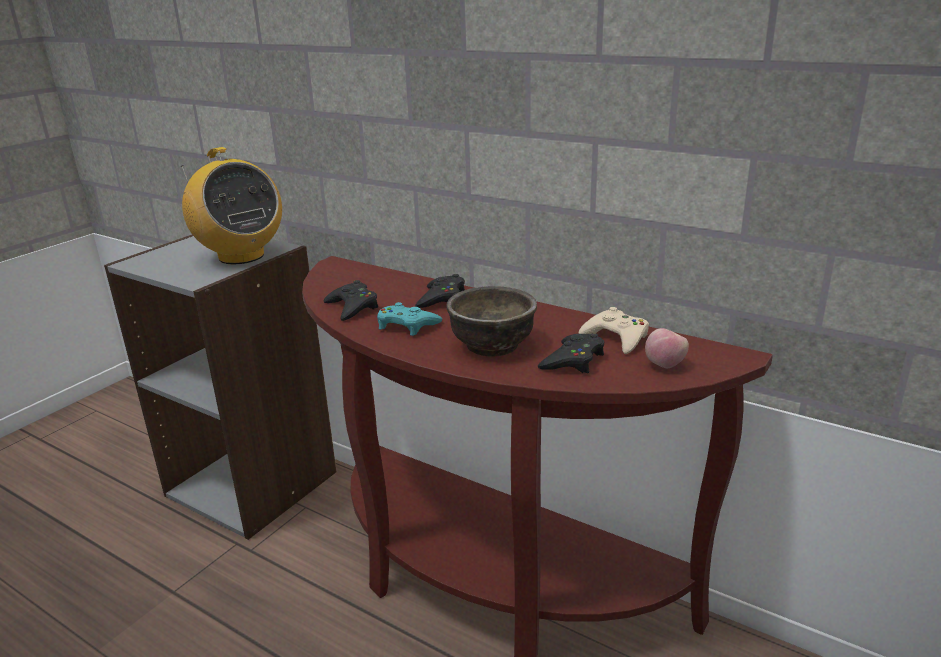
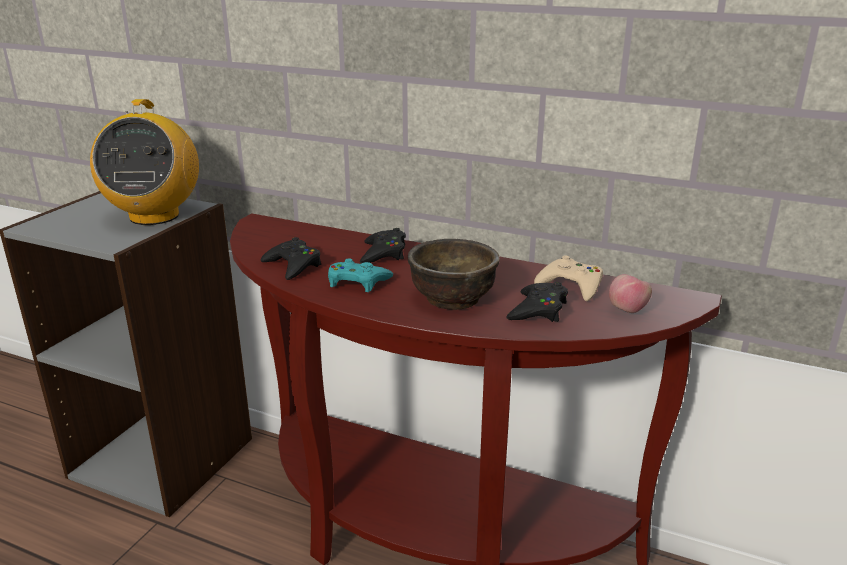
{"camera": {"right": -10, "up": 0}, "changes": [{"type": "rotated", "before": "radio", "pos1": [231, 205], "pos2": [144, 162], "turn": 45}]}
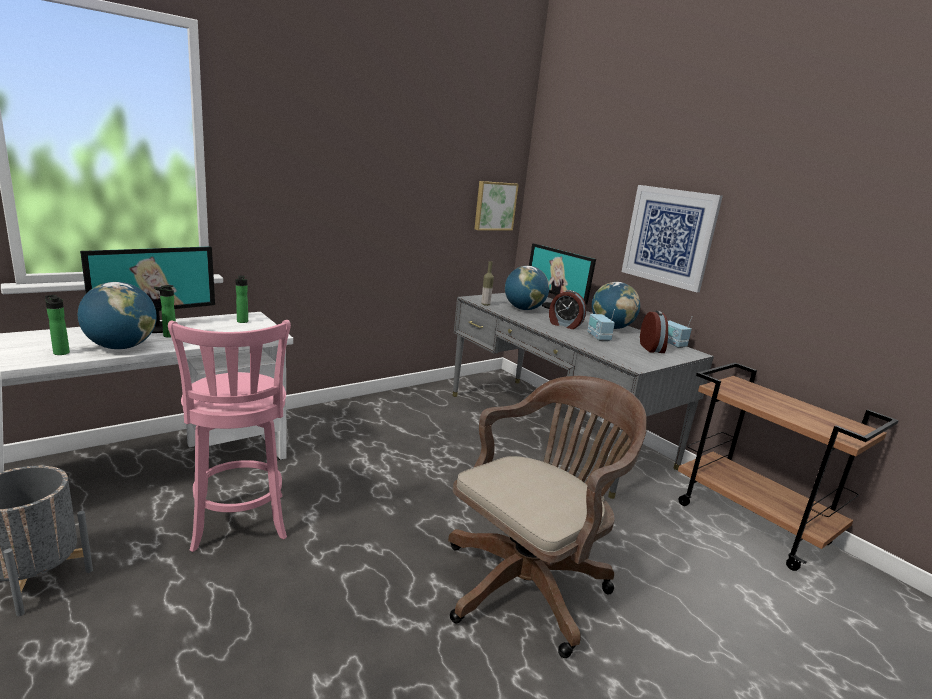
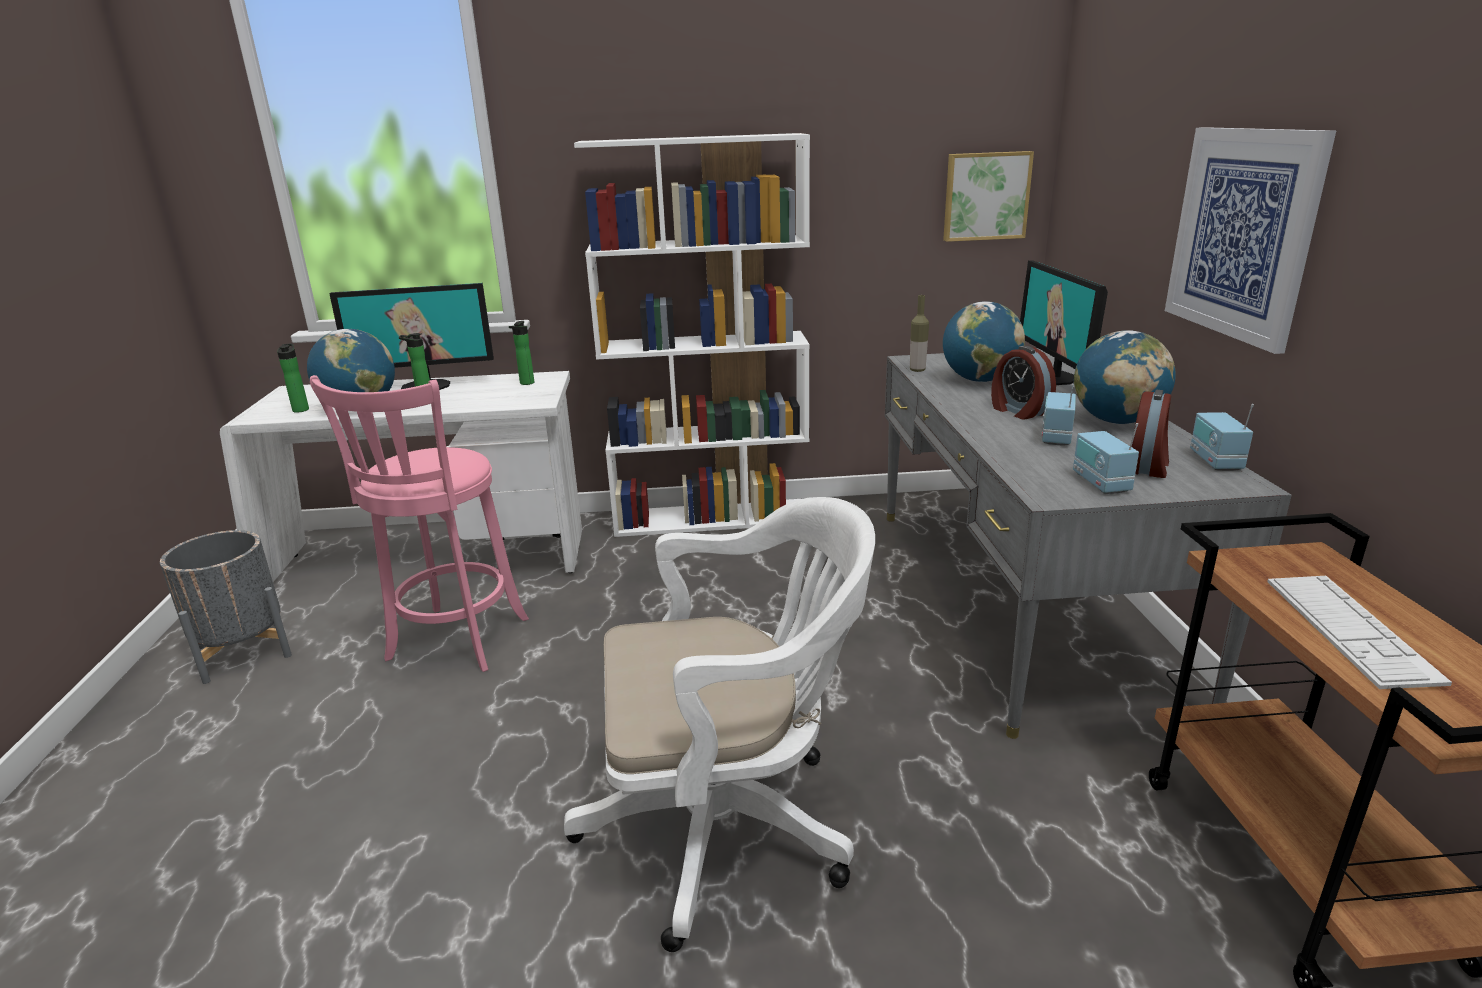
{"camera": {"right": 35, "up": 5}, "changes": [{"type": "repainted", "before": "krzesło biurowe (brązowy)", "after": "krzesło biurowe (biały)", "pos1": [547, 517], "pos2": [719, 724]}, {"type": "new", "after": "regał (biały)", "pos2": [692, 335]}, {"type": "new", "after": "radio", "pos2": [1106, 458]}, {"type": "new", "after": "klawiatura", "pos2": [1360, 632]}]}
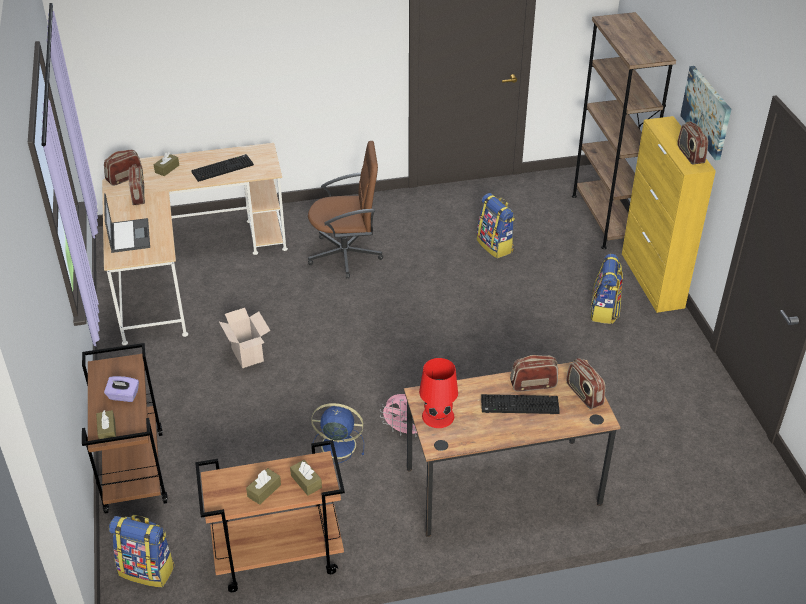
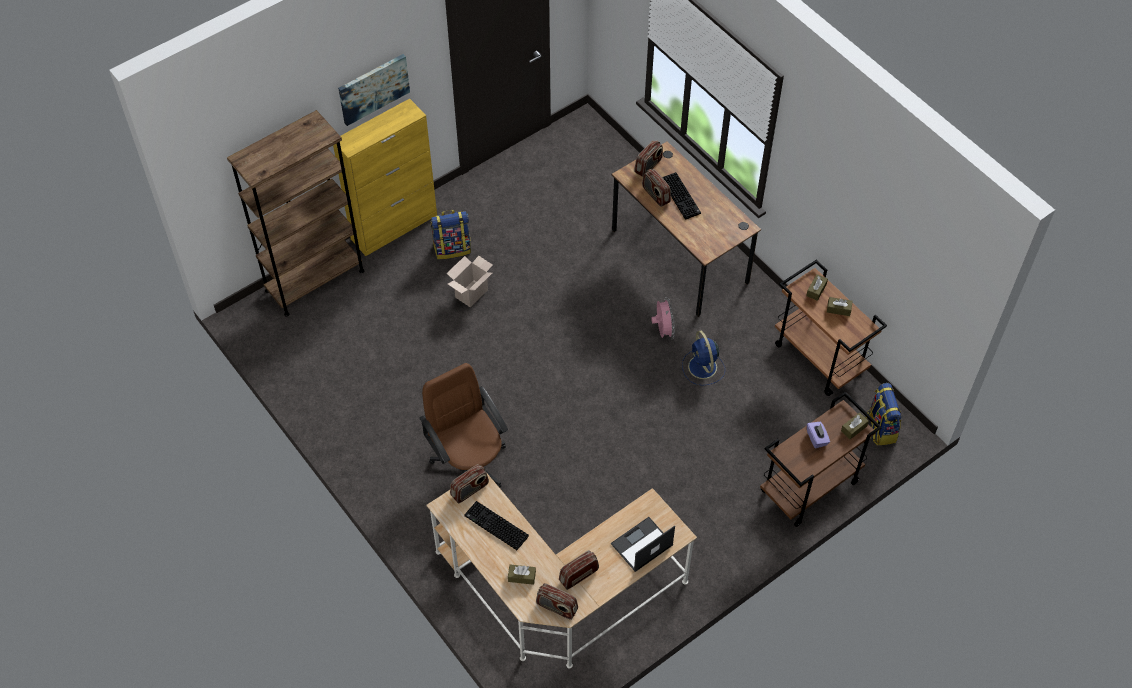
{"camera": {"right": -115, "up": 15}, "changes": [{"type": "shifted", "before": "karton", "pos1": [245, 338], "pos2": [469, 281]}, {"type": "gone", "before": "lampa stołowa (czerwony)", "pos1": [438, 393]}, {"type": "gone", "before": "plecak", "pos1": [496, 225]}, {"type": "shifted", "before": "radio", "pos1": [692, 143], "pos2": [469, 483]}]}
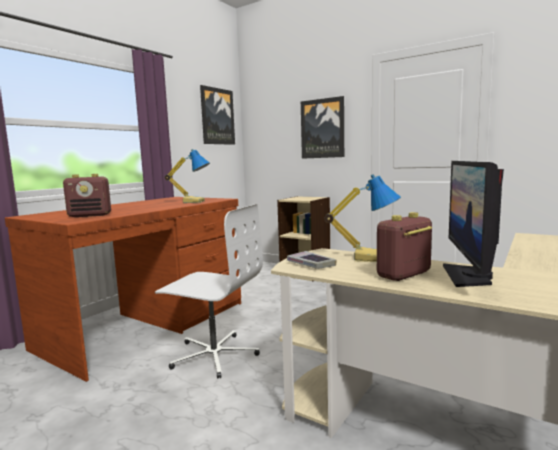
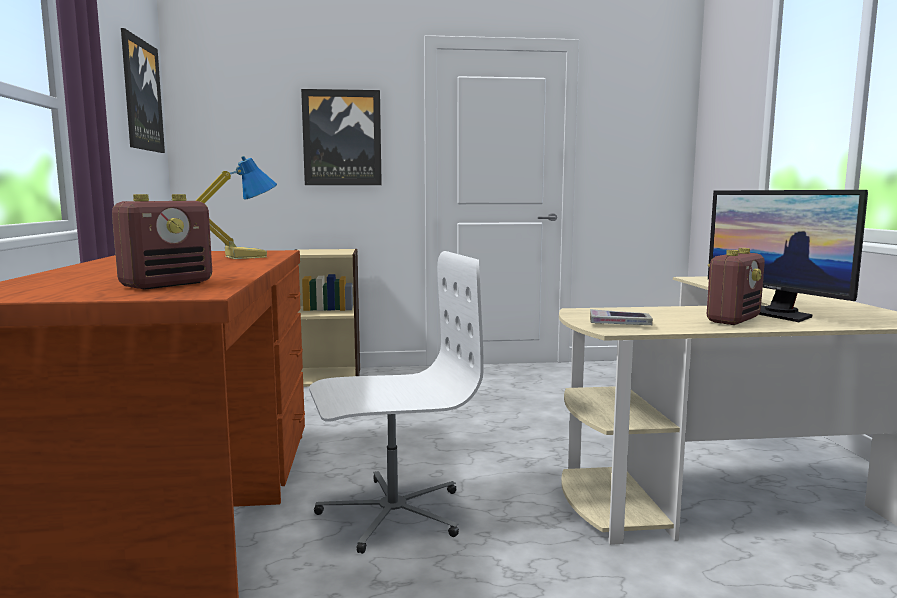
{"camera": {"right": -40, "up": 0}, "changes": [{"type": "gone", "before": "lampa stołowa", "pos1": [362, 218]}, {"type": "rotated", "before": "radio", "pos1": [404, 246], "pos2": [736, 286], "turn": -150}]}
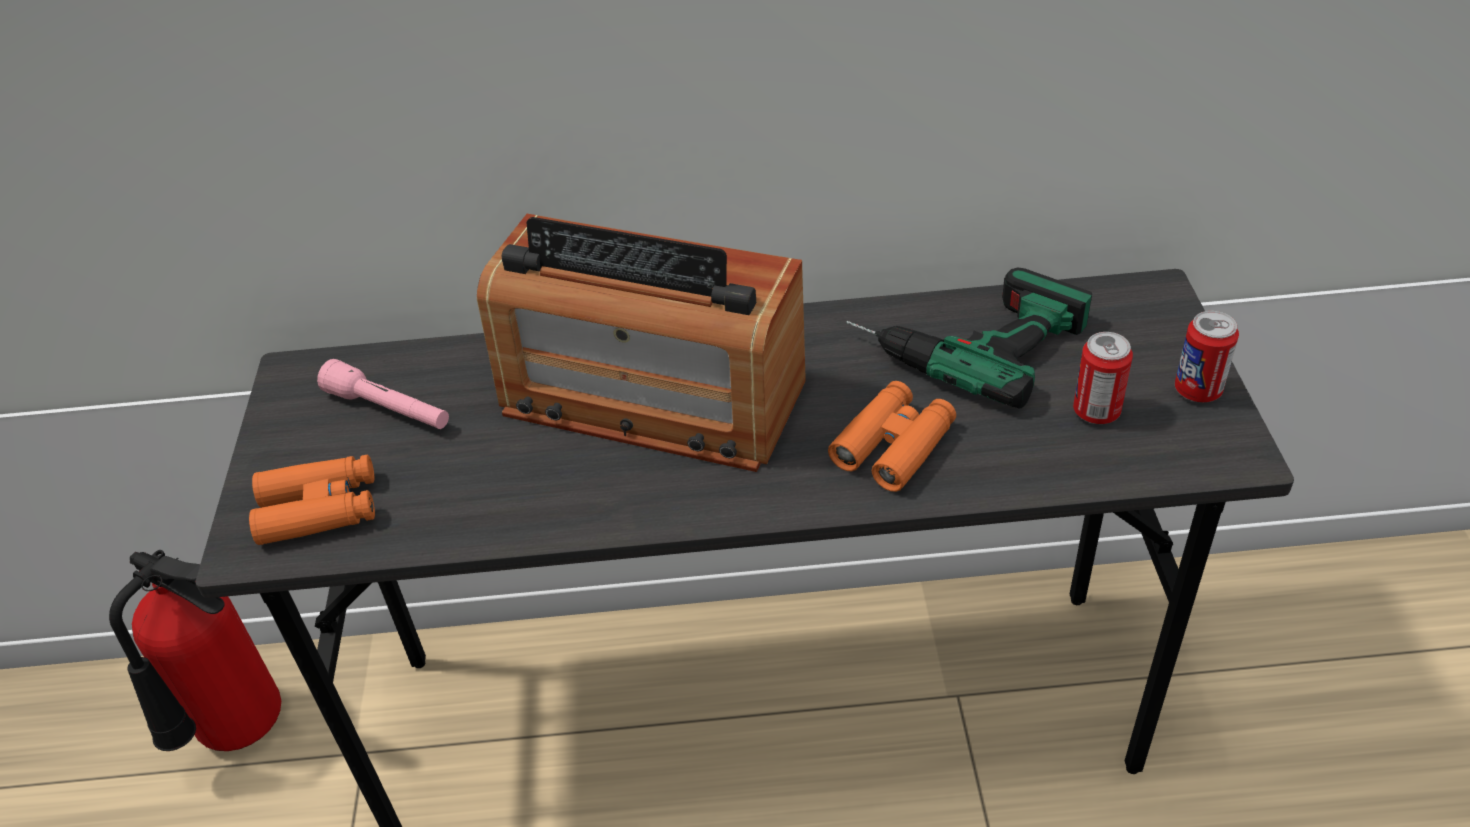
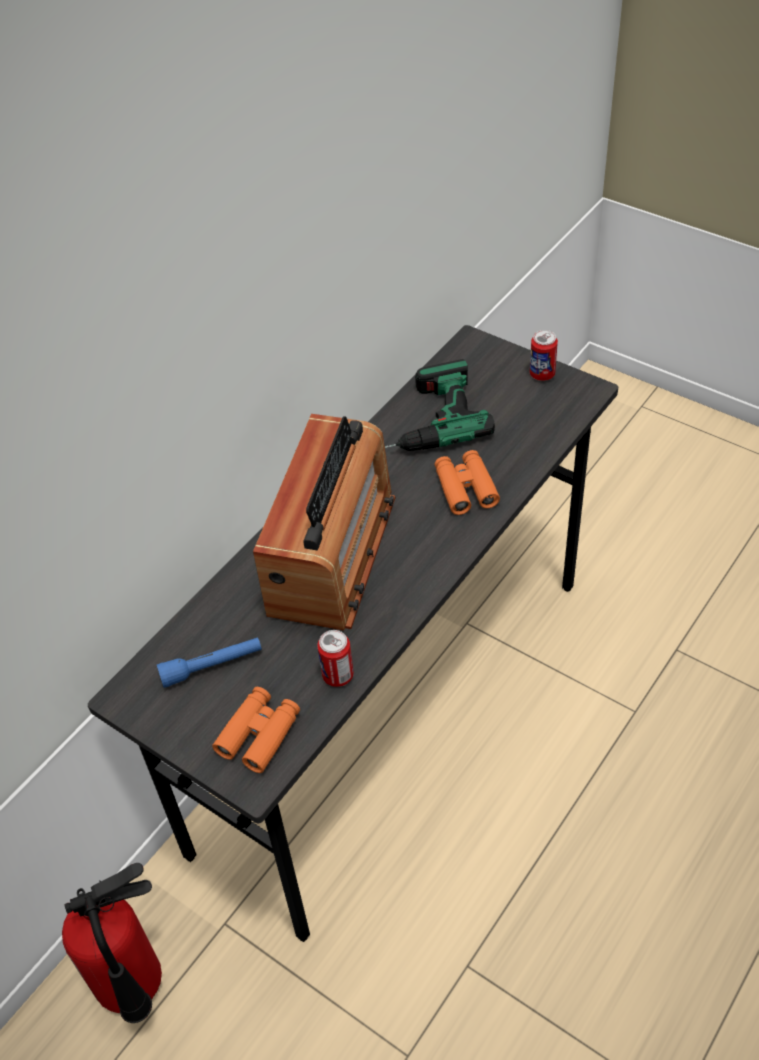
{"camera": {"right": -50, "up": 5}, "changes": [{"type": "repainted", "before": "latarka (różowy)", "after": "latarka (niebieski)", "pos1": [383, 394], "pos2": [209, 662]}, {"type": "rotated", "before": "radio", "pos1": [641, 343], "pos2": [324, 522], "turn": -45}, {"type": "shifted", "before": "puszka", "pos1": [1103, 378], "pos2": [335, 658]}]}
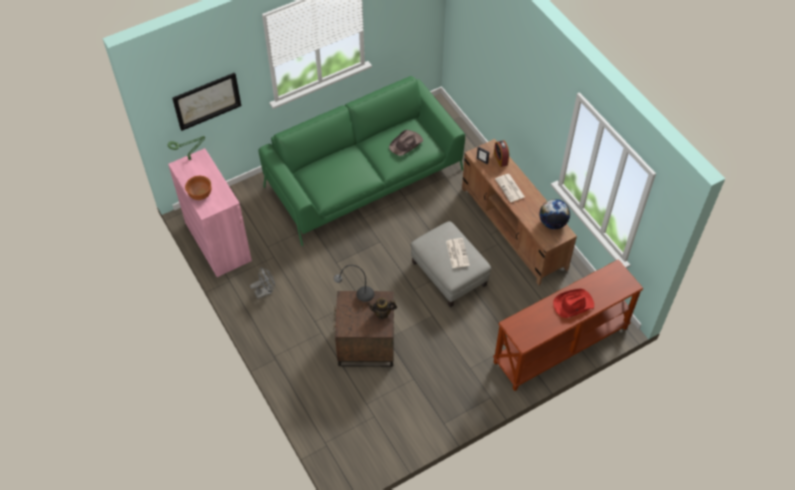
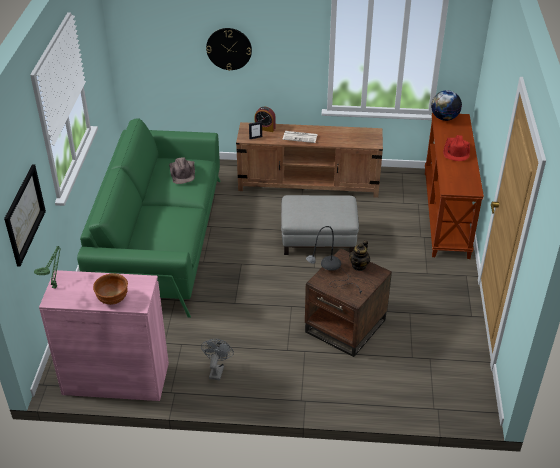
{"camera": {"right": -55, "up": -15}, "changes": [{"type": "gone", "before": "gazeta", "pos1": [457, 253]}, {"type": "shifted", "before": "globus", "pos1": [554, 214], "pos2": [446, 105]}, {"type": "new", "after": "zegar ścienny", "pos2": [229, 49]}]}
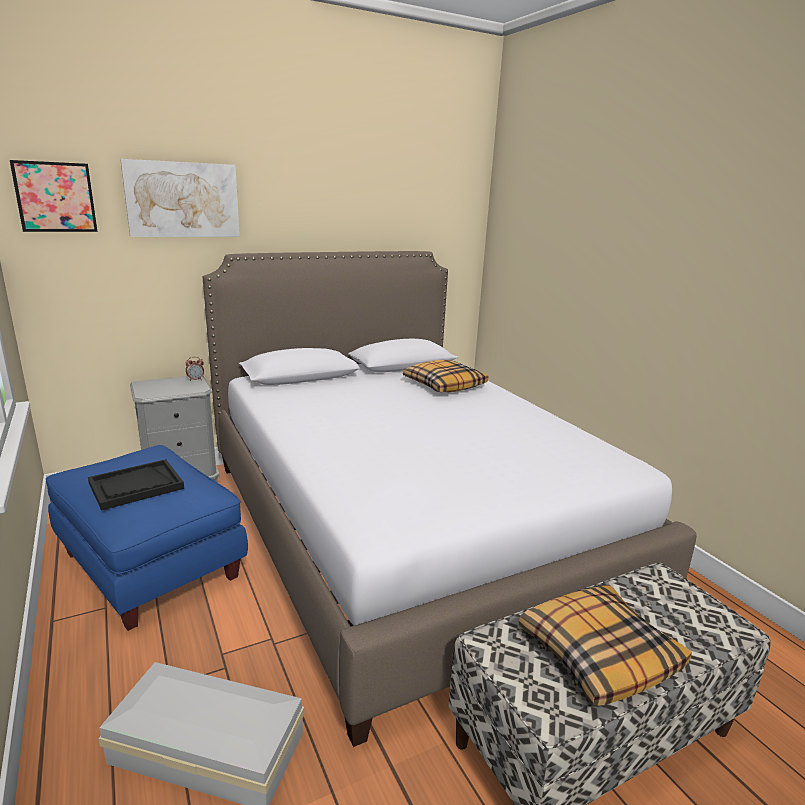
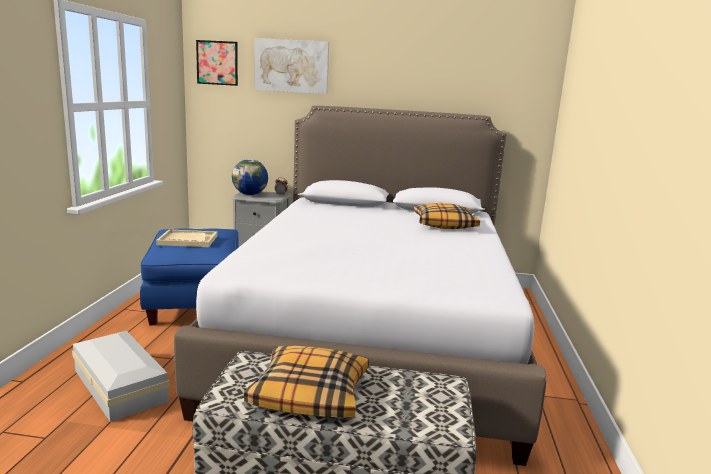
{"camera": {"right": 35, "up": -5}, "changes": [{"type": "repainted", "before": "taca (czarny)", "after": "taca (beżowy)", "pos1": [136, 485], "pos2": [187, 238]}, {"type": "new", "after": "globus", "pos2": [250, 177]}]}
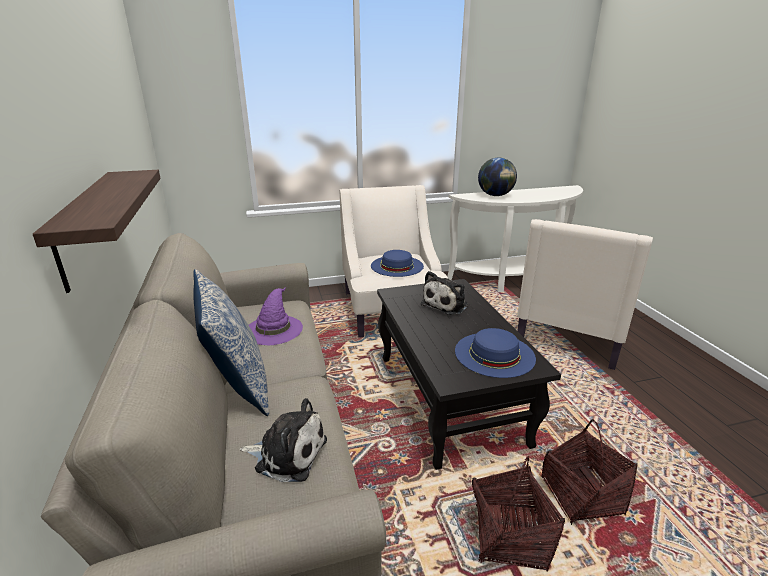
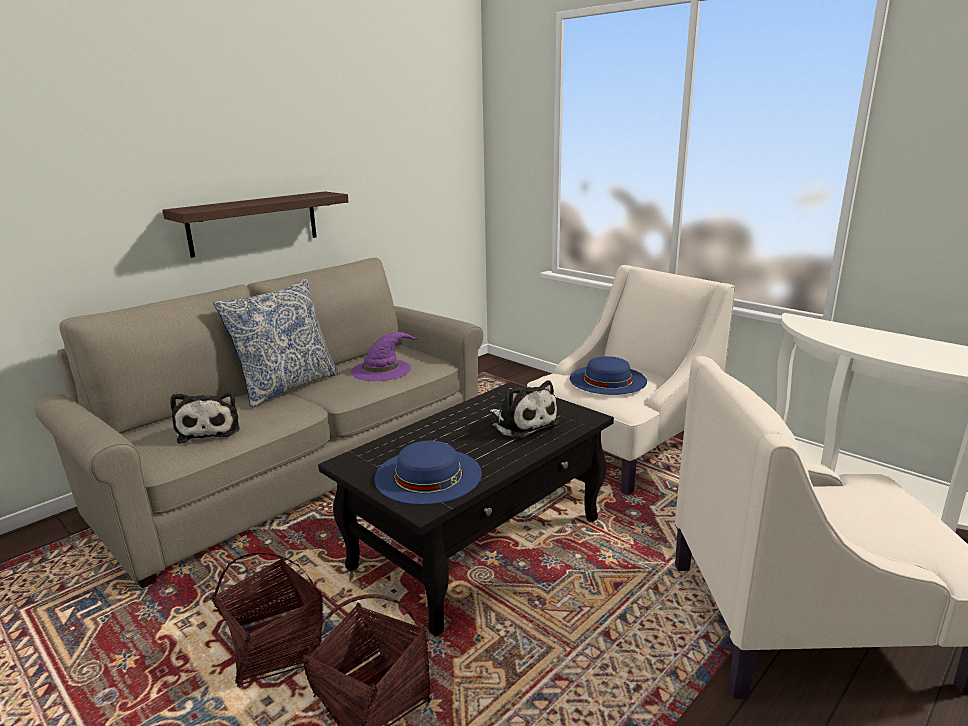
{"camera": {"right": 60, "up": -5}, "changes": [{"type": "rotated", "before": "pluszak", "pos1": [444, 293], "pos2": [524, 409], "turn": -135}, {"type": "gone", "before": "globus", "pos1": [497, 177]}]}
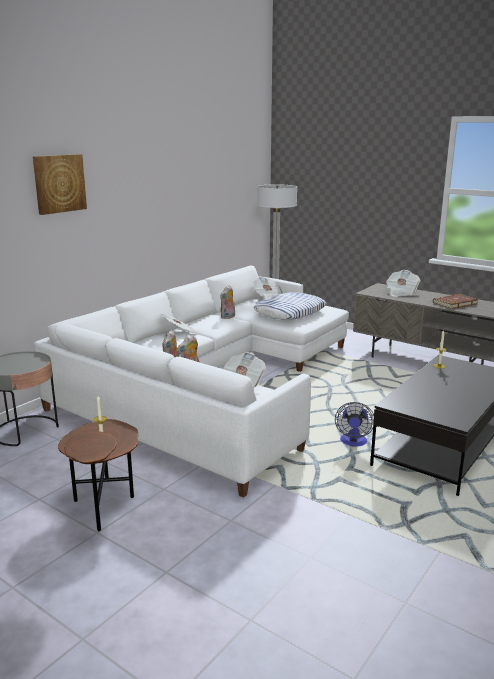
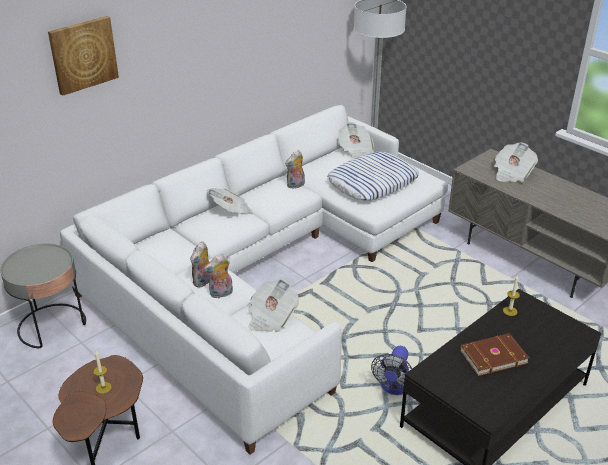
{"camera": {"right": 10, "up": 15}, "changes": [{"type": "shifted", "before": "książka (brązowy)", "pos1": [455, 301], "pos2": [494, 354]}]}
